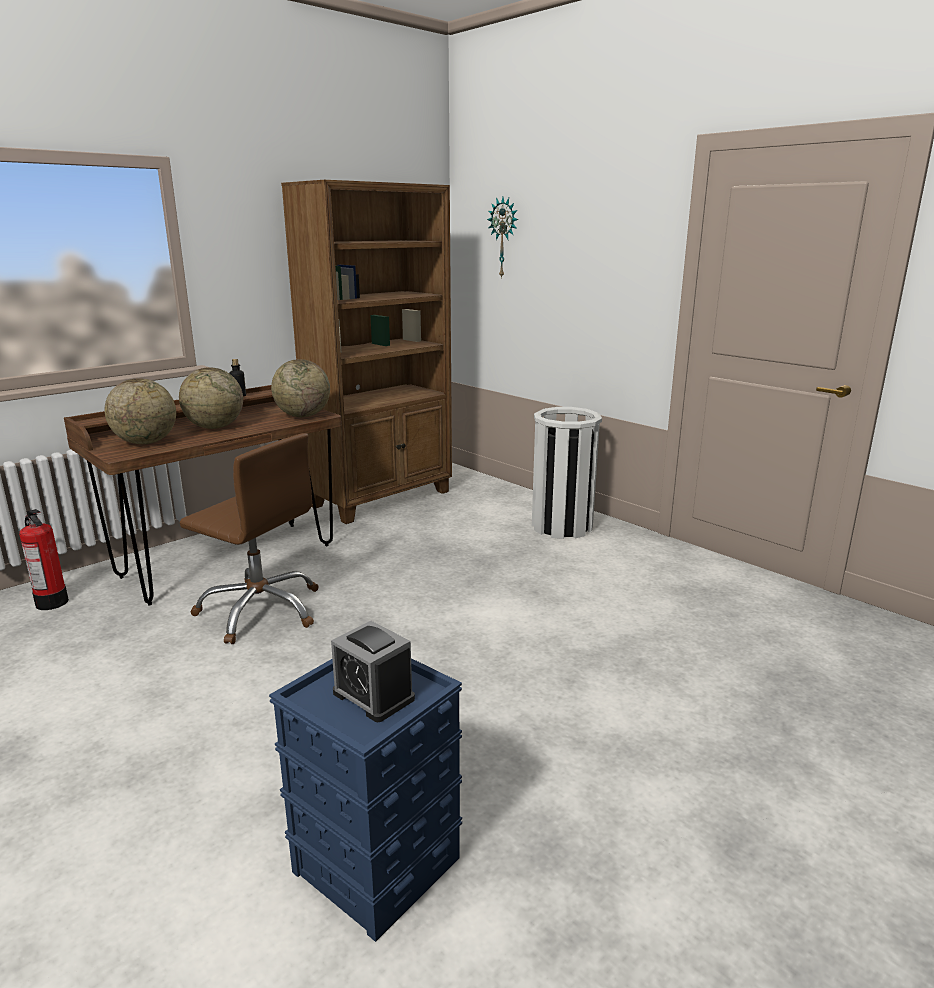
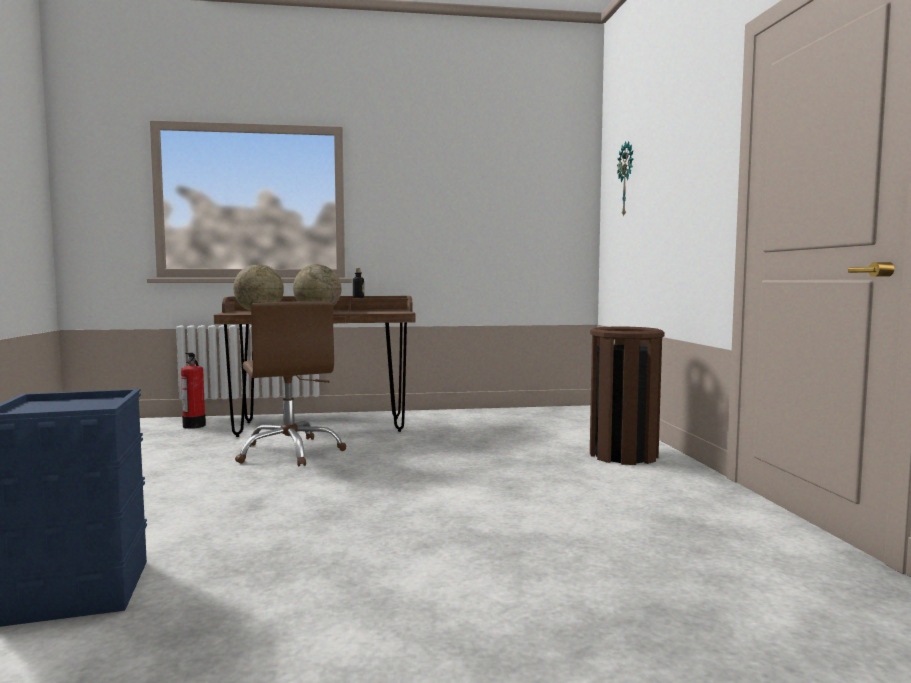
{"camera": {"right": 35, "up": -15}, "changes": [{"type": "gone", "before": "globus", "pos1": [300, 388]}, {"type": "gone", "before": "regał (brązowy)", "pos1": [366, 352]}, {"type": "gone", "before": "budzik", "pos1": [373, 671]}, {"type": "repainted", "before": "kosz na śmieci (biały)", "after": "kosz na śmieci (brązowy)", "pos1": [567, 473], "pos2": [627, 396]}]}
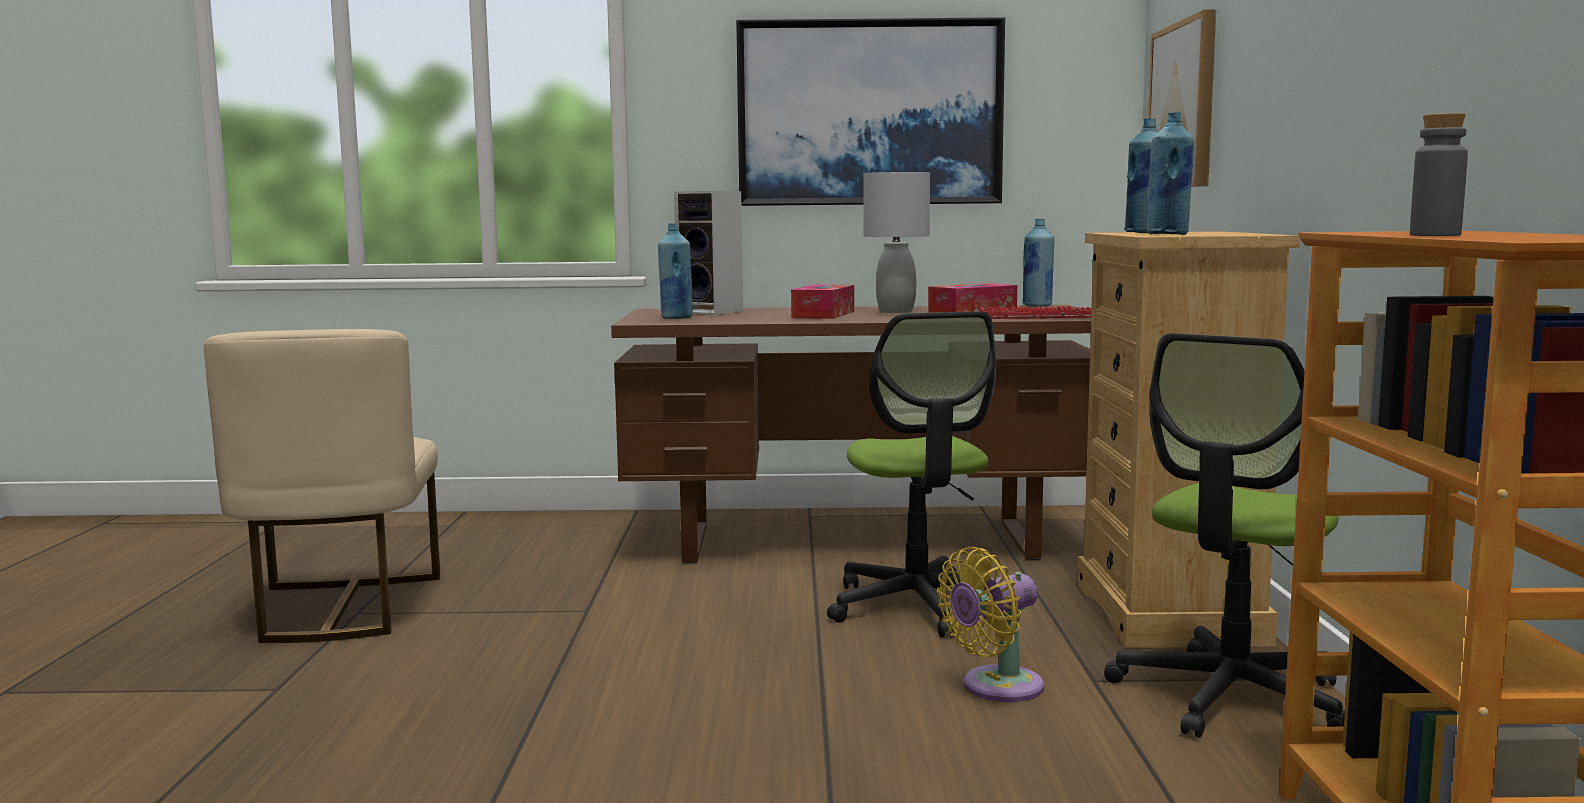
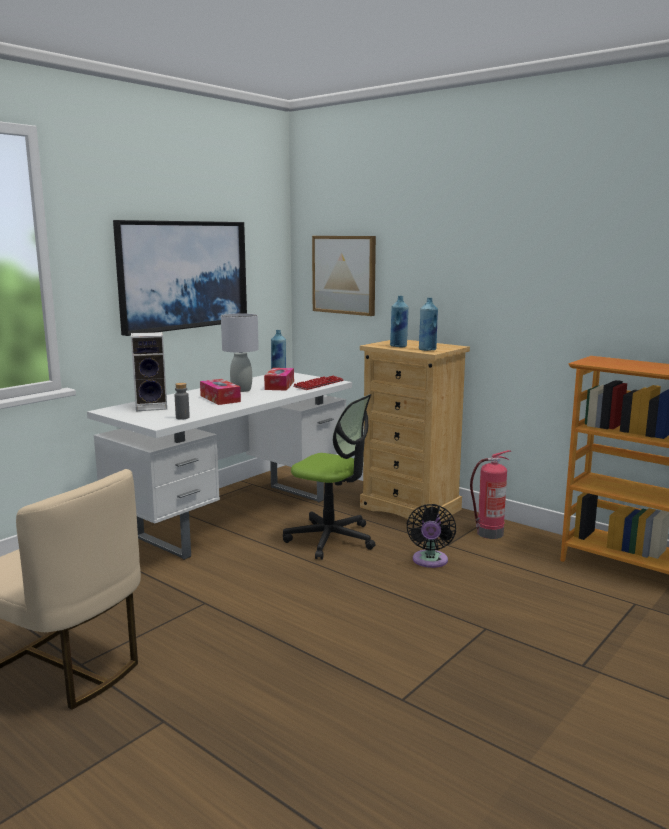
{"camera": {"right": -50, "up": 5}, "changes": [{"type": "repainted", "before": "biurko (brązowy)", "after": "biurko (biały)", "pos1": [851, 434], "pos2": [219, 466]}, {"type": "gone", "before": "butelka (niebieski)", "pos1": [675, 271]}, {"type": "repainted", "before": "wentylator (żółty)", "after": "wentylator (czarny)", "pos1": [990, 624], "pos2": [431, 536]}, {"type": "swapped", "before": "krzesło biurowe", "after": "gaśnica", "pos1": [1224, 535], "pos2": [491, 494]}, {"type": "shifted", "before": "butelka (szary)", "pos1": [1439, 174], "pos2": [182, 401]}]}
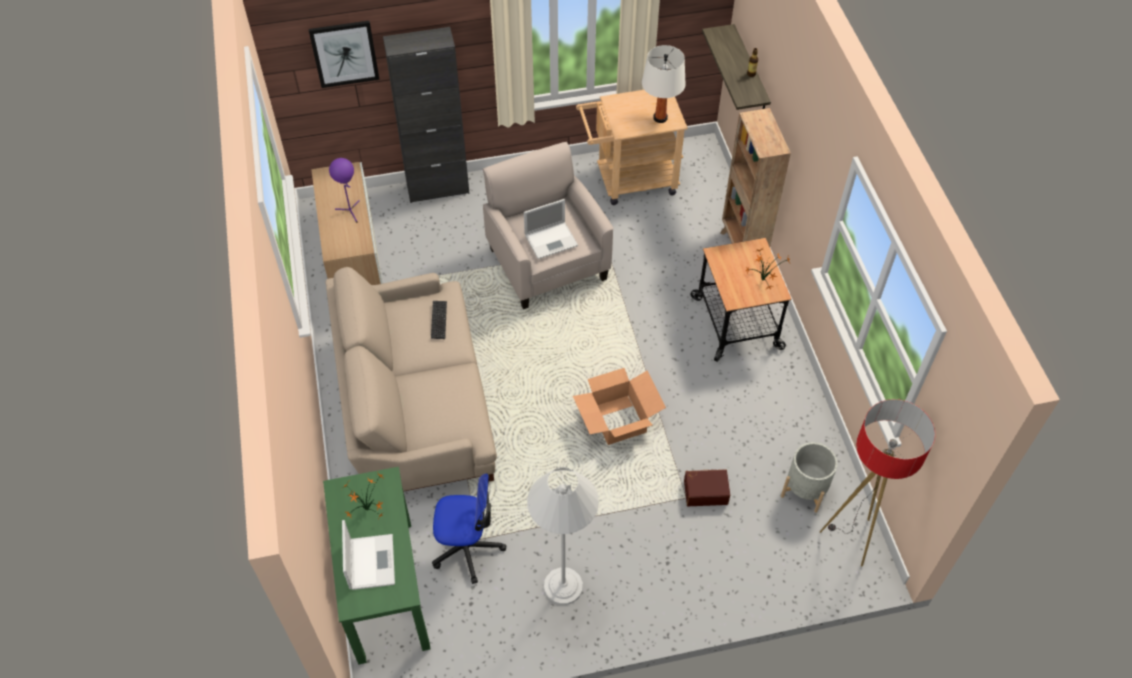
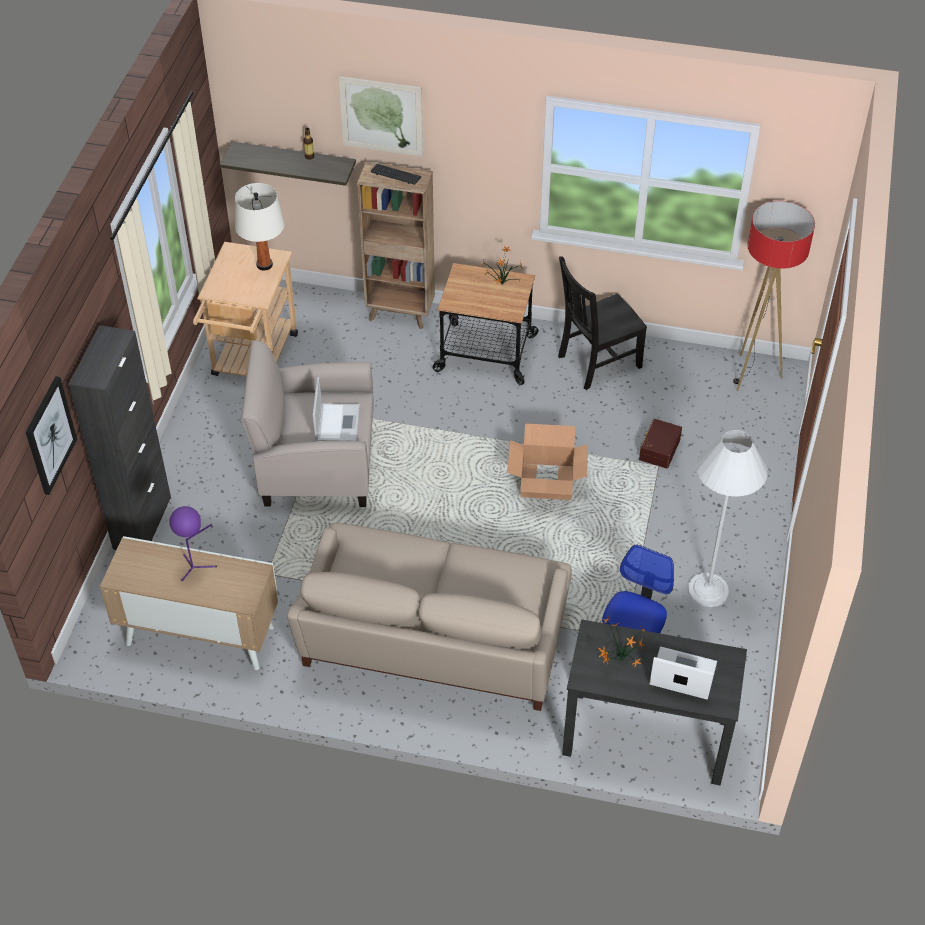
{"camera": {"right": -65, "up": -5}, "changes": [{"type": "repainted", "before": "biurko (zielony)", "after": "biurko (czarny)", "pos1": [377, 566], "pos2": [654, 702]}, {"type": "shifted", "before": "klawiatura", "pos1": [439, 320], "pos2": [395, 174]}, {"type": "gone", "before": "donica (szary)", "pos1": [809, 477]}, {"type": "new", "after": "obraz", "pos2": [381, 116]}, {"type": "new", "after": "krzesło (czarny)", "pos2": [602, 323]}]}
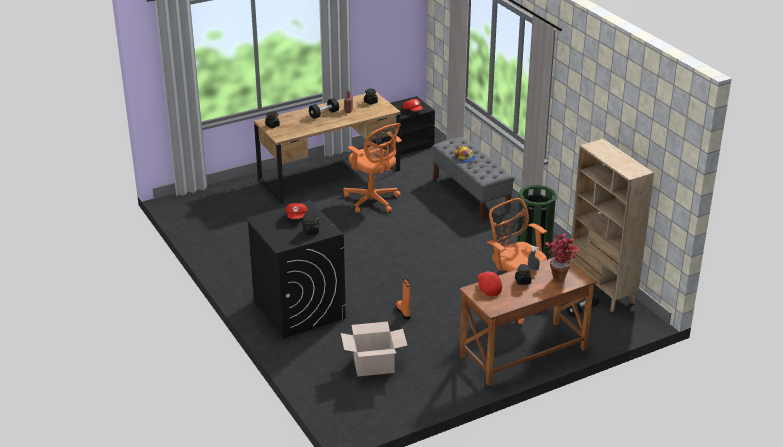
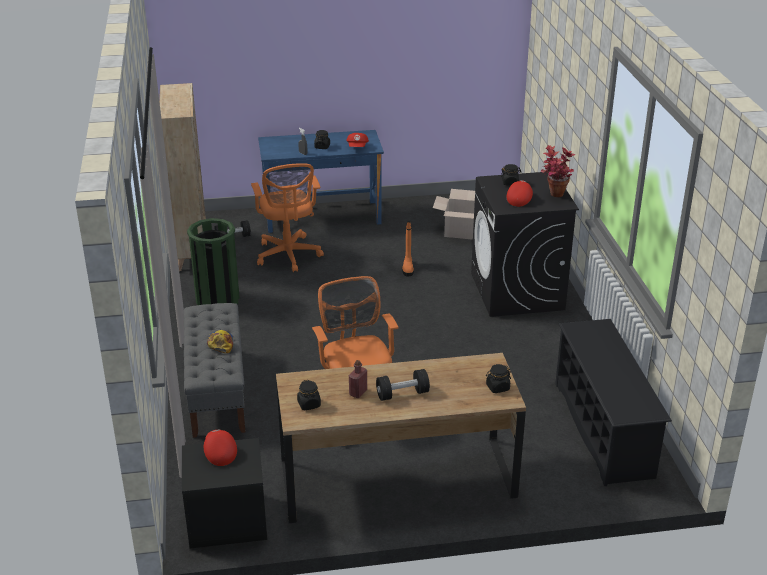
{"camera": {"right": -160, "up": 0}, "changes": [{"type": "repainted", "before": "biurko (brązowy)", "after": "biurko (niebieski)", "pos1": [528, 321], "pos2": [321, 181]}, {"type": "shifted", "before": "roślina doniczkowa", "pos1": [562, 257], "pos2": [558, 171]}, {"type": "new", "after": "regał na buty (czarny)", "pos2": [613, 402]}]}
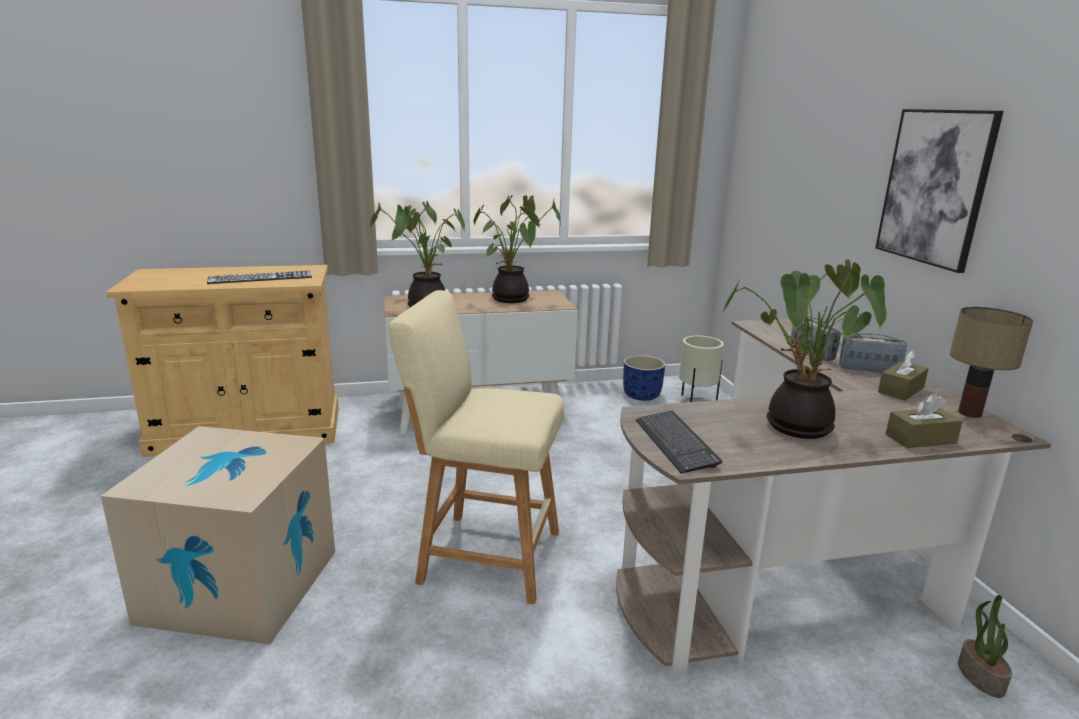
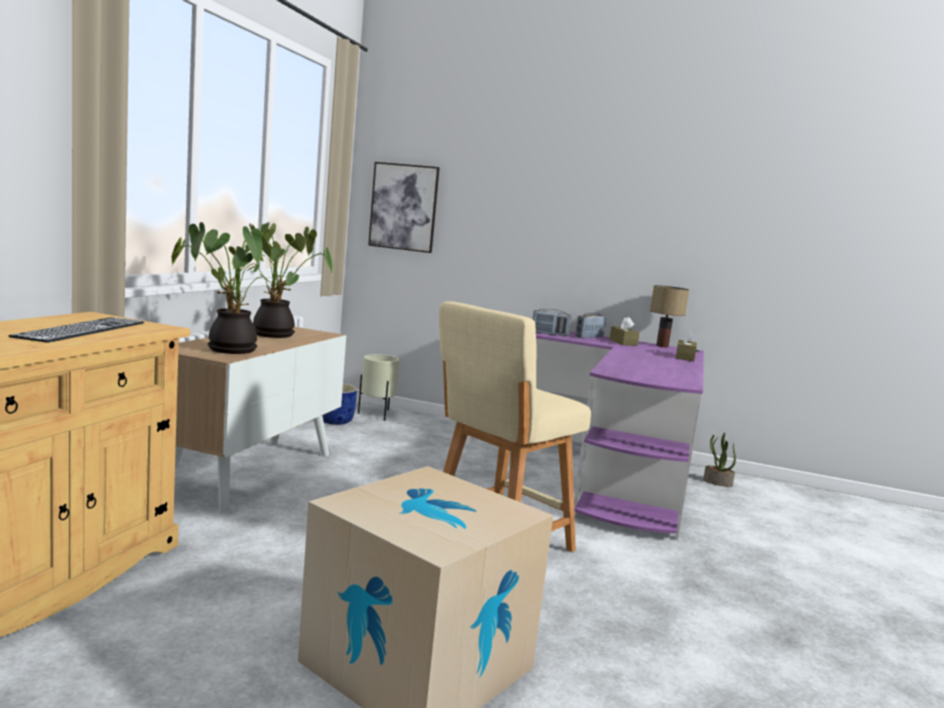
{"camera": {"right": -60, "up": -10}, "changes": [{"type": "repainted", "before": "biurko (brązowy)", "after": "biurko (fioletowy)", "pos1": [833, 498], "pos2": [586, 435]}, {"type": "gone", "before": "klawiatura", "pos1": [679, 442]}, {"type": "gone", "before": "roślina doniczkowa", "pos1": [804, 349]}, {"type": "shifted", "before": "obraz", "pos1": [939, 191], "pos2": [404, 207]}]}
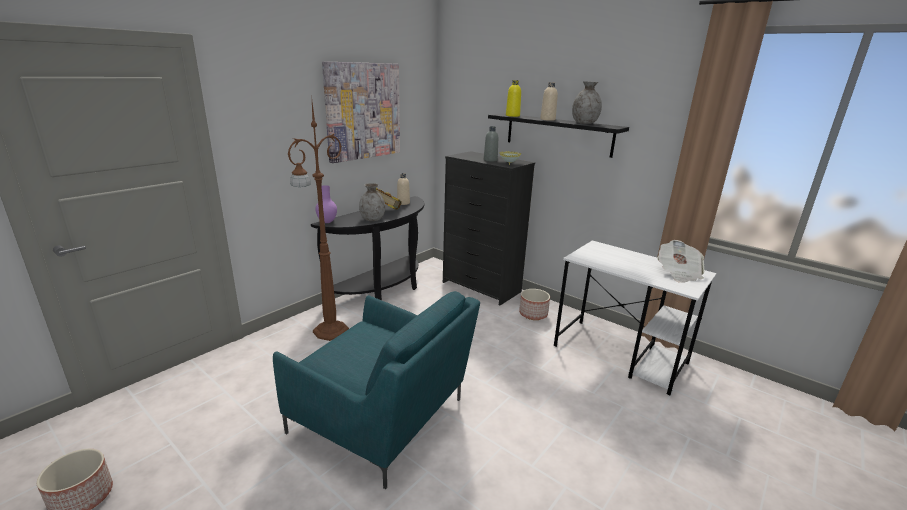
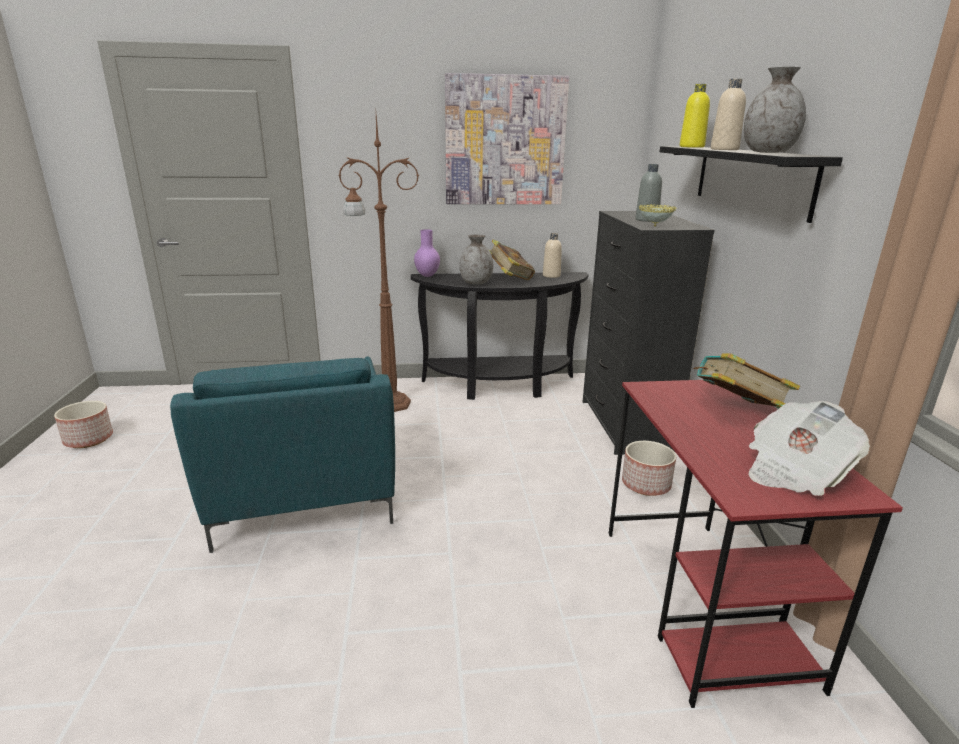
{"camera": {"right": 45, "up": 0}, "changes": [{"type": "repainted", "before": "biurko (biały)", "after": "biurko (czerwony)", "pos1": [635, 317], "pos2": [755, 544]}, {"type": "new", "after": "książka", "pos2": [746, 380]}]}
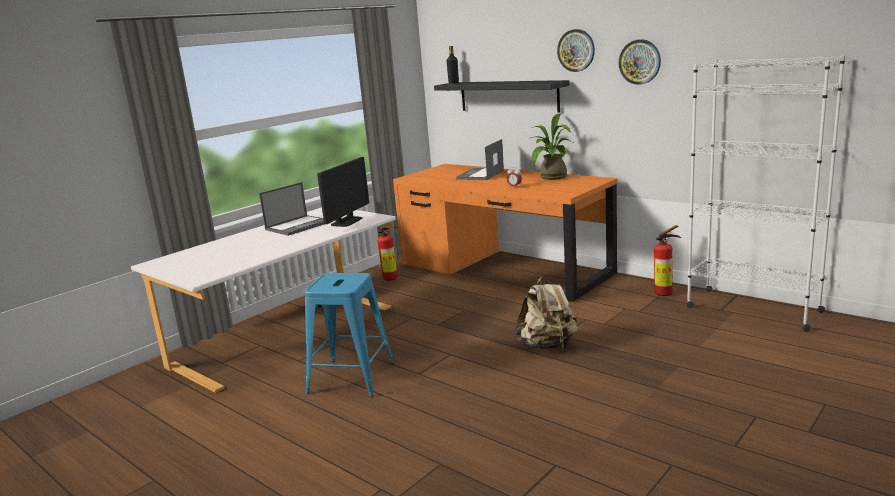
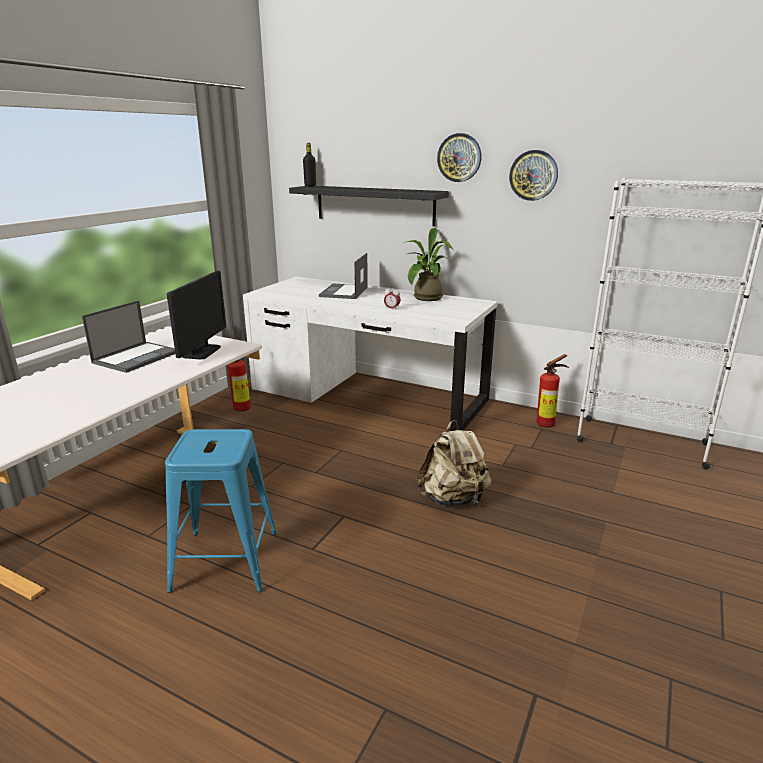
{"camera": {"right": -15, "up": 5}, "changes": [{"type": "repainted", "before": "biurko (pomarańczowy)", "after": "biurko (biały)", "pos1": [505, 233], "pos2": [370, 354]}]}
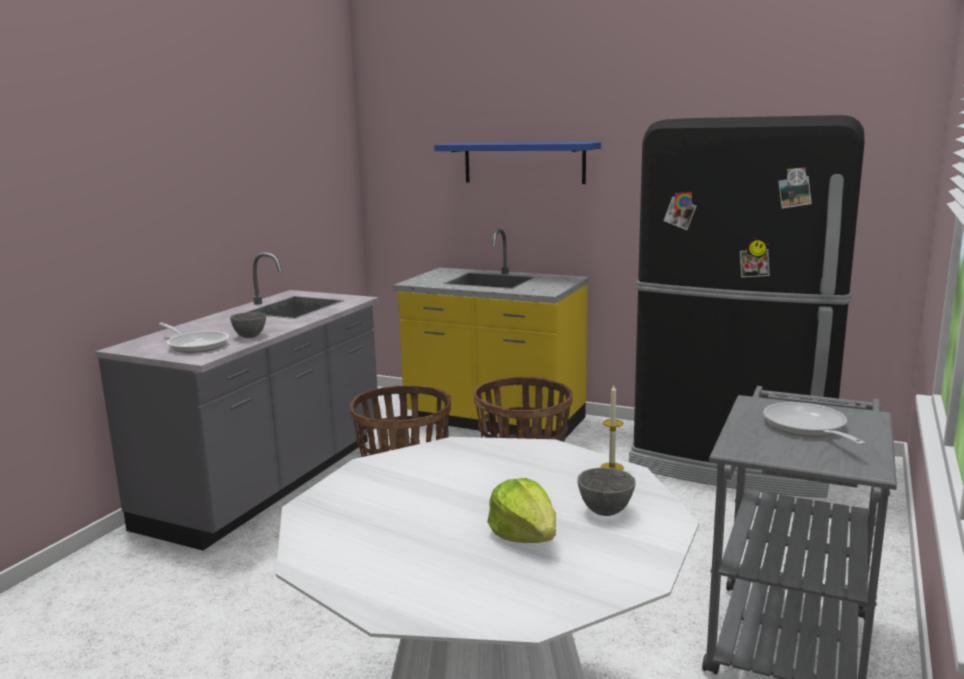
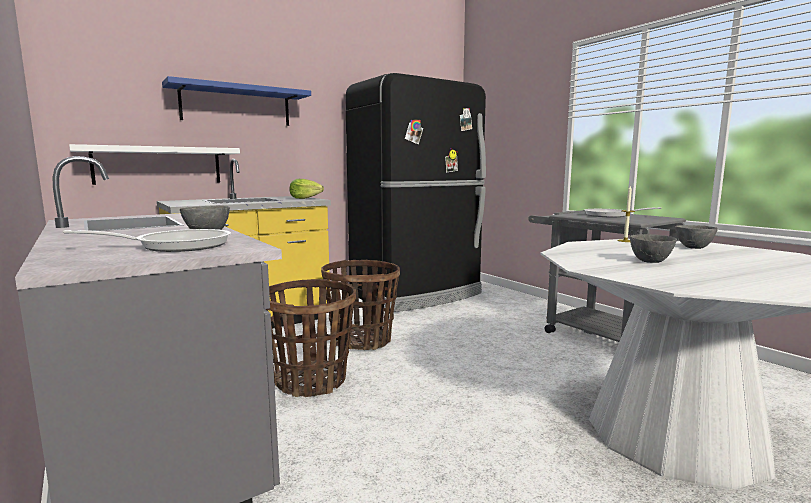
{"camera": {"right": -60, "up": -5}, "changes": [{"type": "shifted", "before": "sałata", "pos1": [521, 510], "pos2": [307, 189]}, {"type": "new", "after": "półka (biały)", "pos2": [154, 164]}, {"type": "new", "after": "miska (szary)", "pos2": [653, 248]}]}
